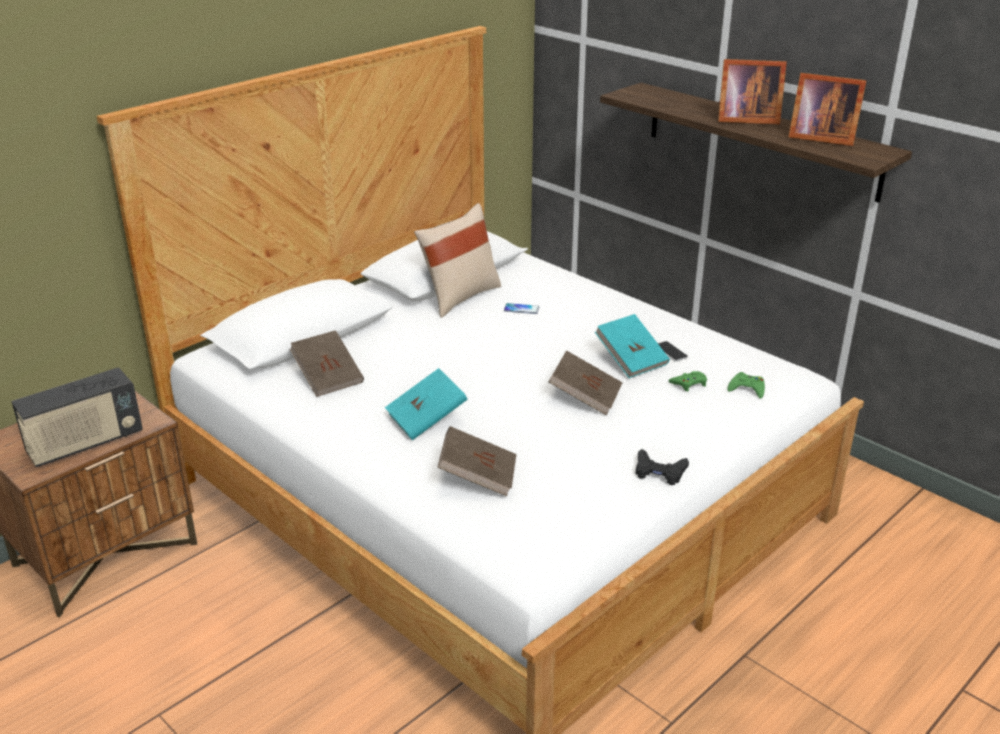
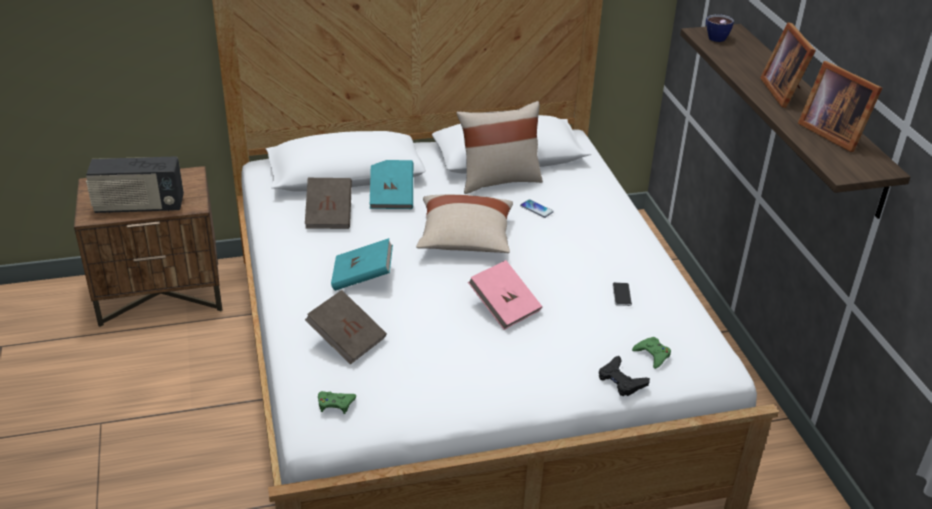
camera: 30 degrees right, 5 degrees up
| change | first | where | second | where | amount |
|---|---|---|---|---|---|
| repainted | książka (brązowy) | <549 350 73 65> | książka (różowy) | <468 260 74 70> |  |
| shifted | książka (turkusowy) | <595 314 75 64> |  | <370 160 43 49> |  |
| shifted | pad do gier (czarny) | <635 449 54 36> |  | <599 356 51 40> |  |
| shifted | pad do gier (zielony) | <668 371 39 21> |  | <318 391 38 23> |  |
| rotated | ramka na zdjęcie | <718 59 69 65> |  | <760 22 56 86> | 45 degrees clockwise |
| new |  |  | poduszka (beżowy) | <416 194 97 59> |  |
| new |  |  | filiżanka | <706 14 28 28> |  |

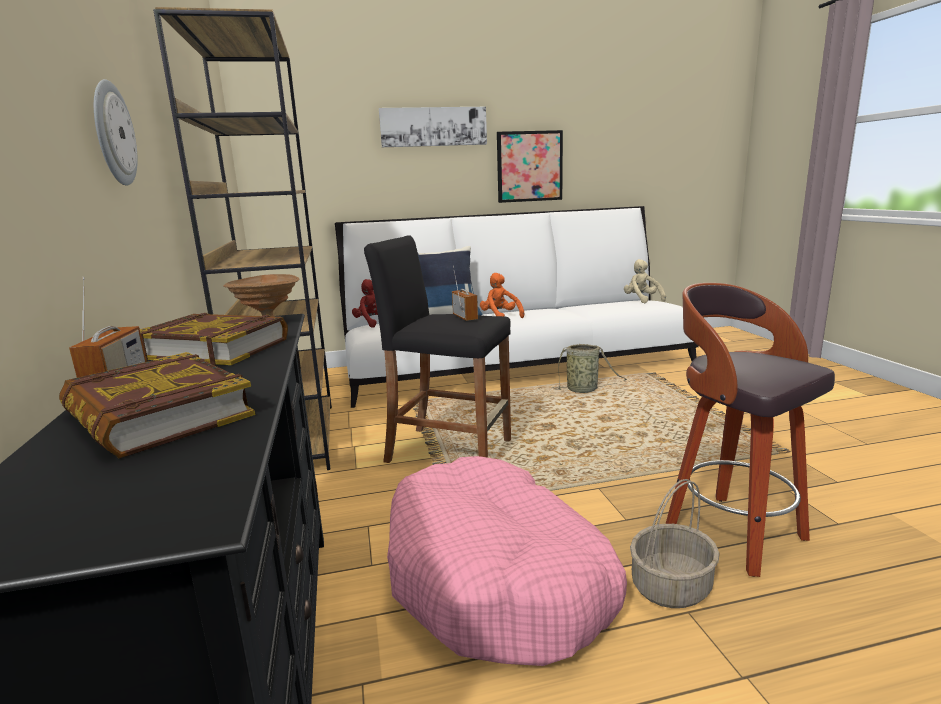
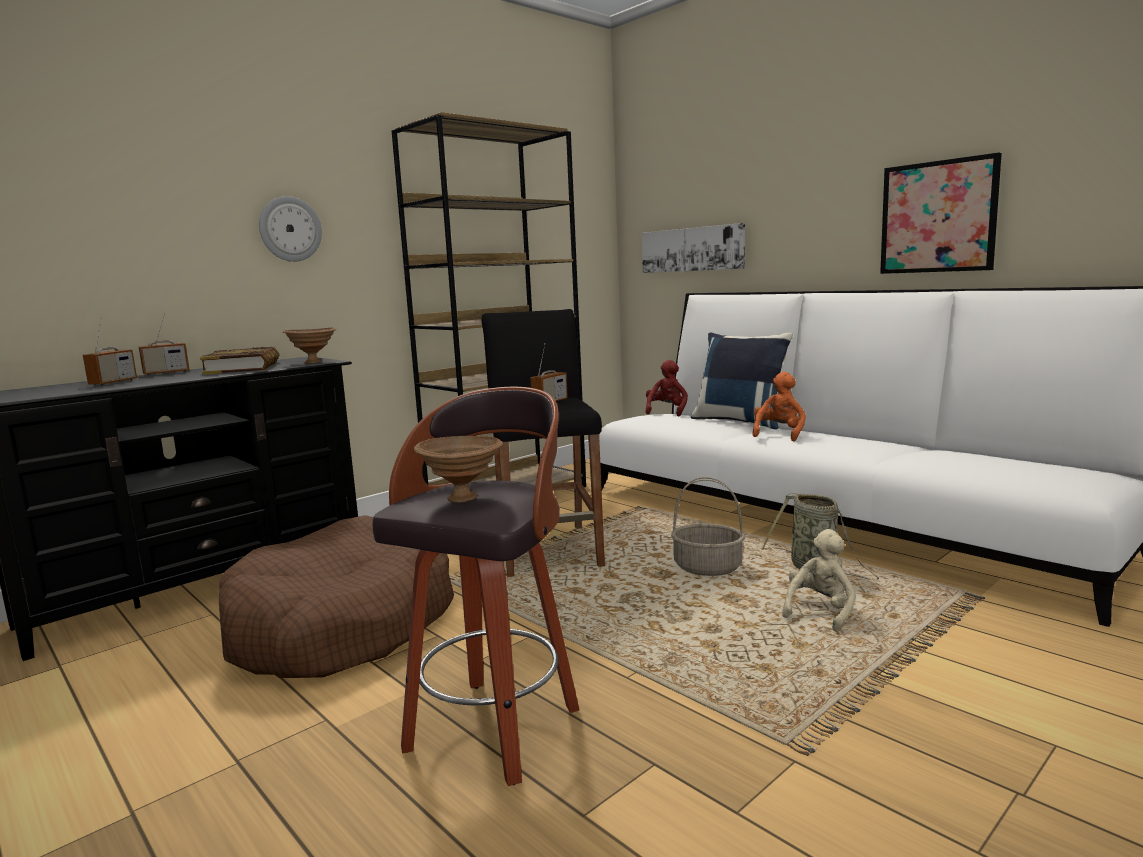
camera: 60 degrees right, 5 degrees down
| change | first | where | second | where | amount |
|---|---|---|---|---|---|
| swapped | książka | <59 352 196 106> | radio | <83 318 54 68> |  |
| shifted | obraz | <379 107 108 40> |  | <642 223 103 50> |  |
| repainted | legowisko (różowy) | <387 456 240 210> | legowisko (brązowy) | <219 515 235 163> |  |
| shifted | pluszak (beżowy) | <624 259 42 44> |  | <782 529 74 102> |  |
| shifted | koszyk | <630 479 90 129> |  | <671 477 74 99> |  |
| new |  |  | miska (brązowy) | <414 436 89 67> |  |

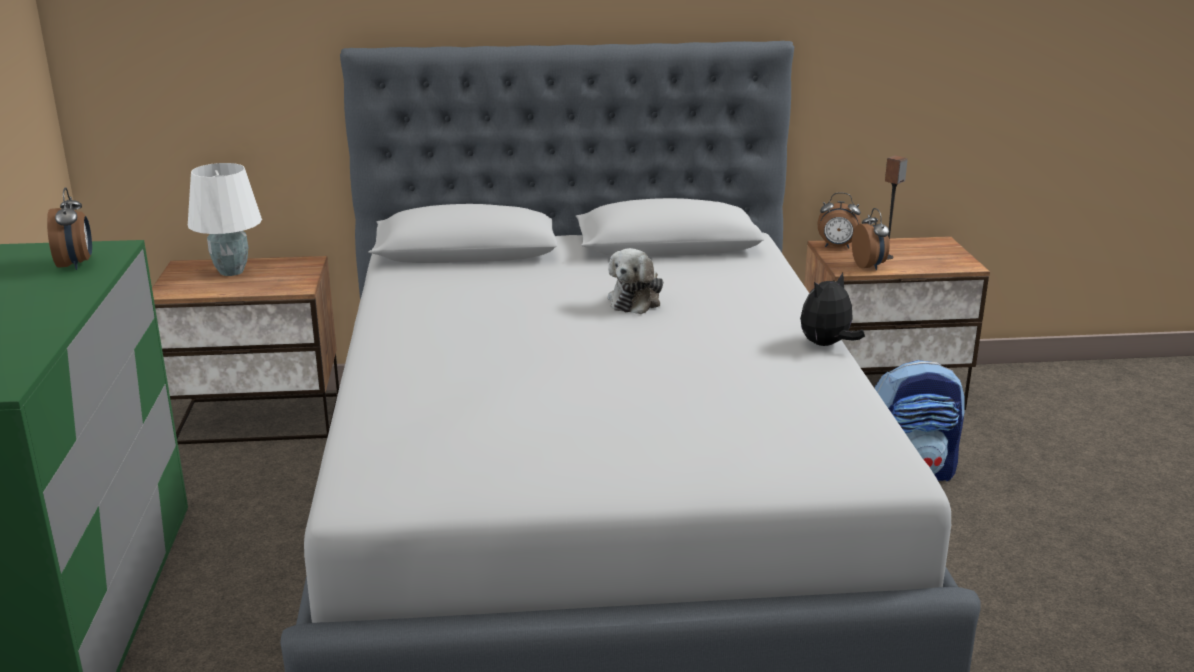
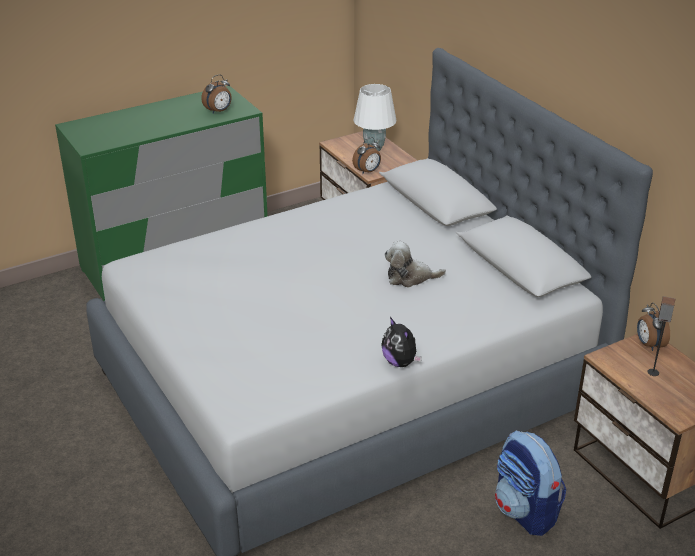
camera: 65 degrees right, 10 degrees up
| change | first | where | second | where | amount |
|---|---|---|---|---|---|
| rotated | pluszak | <800 272 65 74> |  | <381 317 41 50> | 150 degrees counterclockwise |
| shifted | budzik | <852 208 38 62> |  | <352 137 29 37> |  |

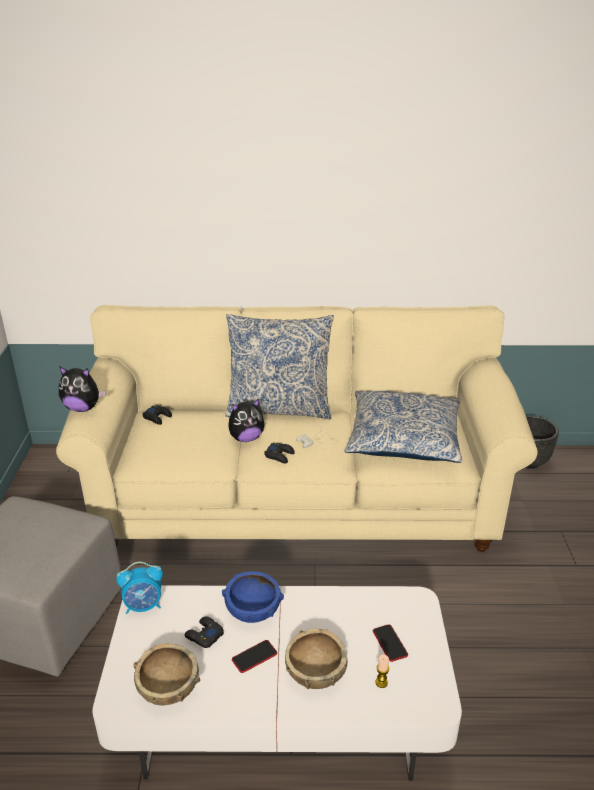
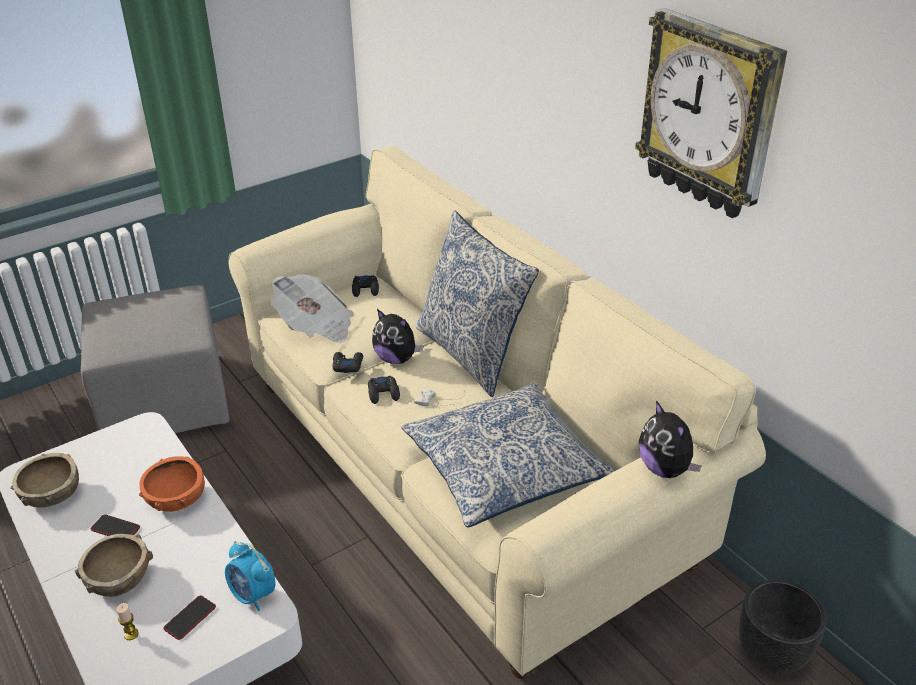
camera: 55 degrees right, 5 degrees up
| change | first | where | second | where | amount |
|---|---|---|---|---|---|
| shifted | pluszak | <59 366 47 46> |  | <639 400 63 78> |  |
| shifted | budzik | <116 562 47 52> |  | <225 541 51 70> |  |
| shifted | pad do gier (czarny) | <185 616 39 32> |  | <333 352 30 21> |  |
| repainted | miska (niebieski) | <222 571 62 52> | miska (pomarańczowy) | <139 457 66 55> |  |
| new |  |  | gazeta | <270 274 84 69> |  |
| new |  |  | zegar ścienny | <635 8 152 210> |  |

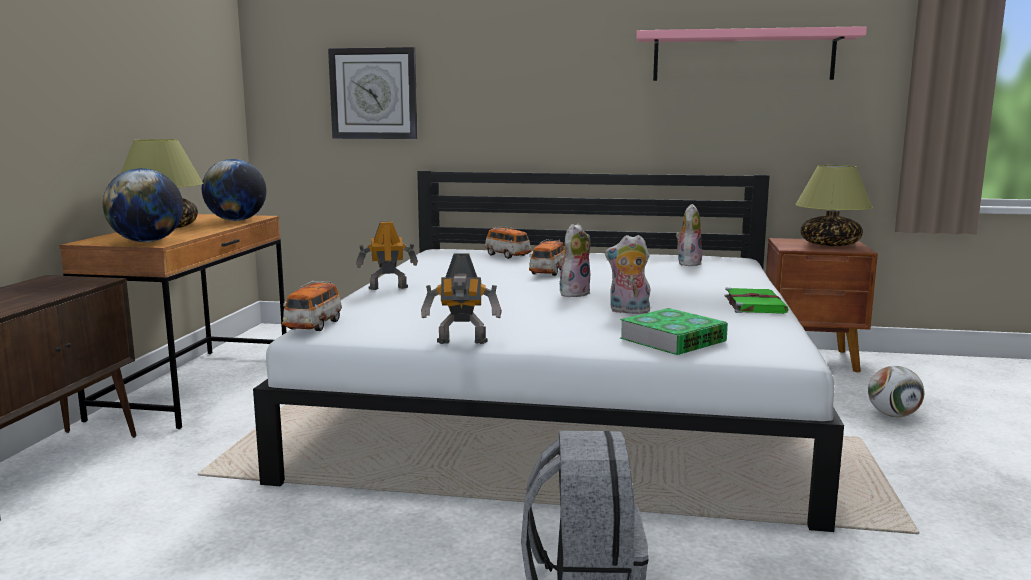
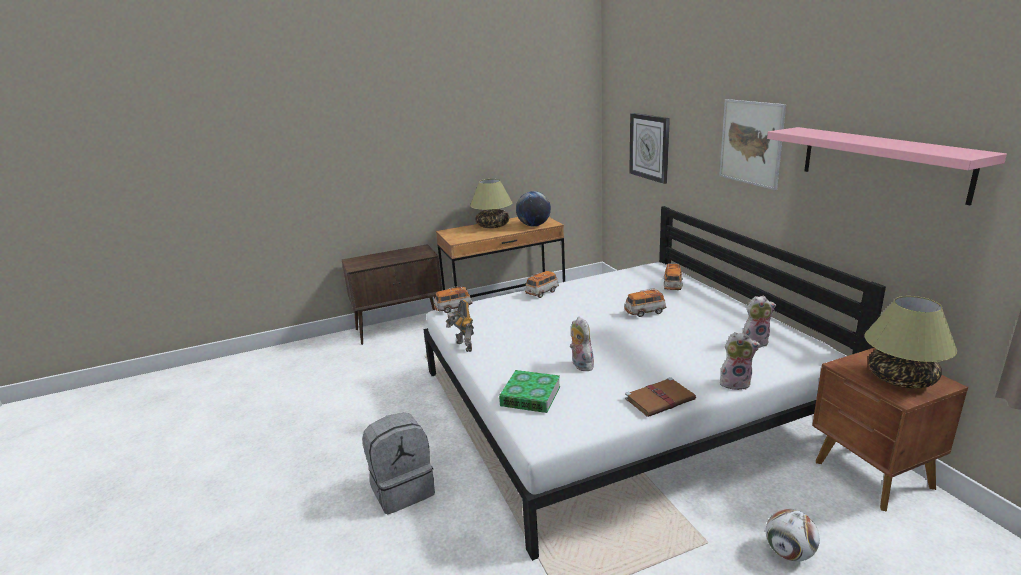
camera: 60 degrees right, 10 degrees up
| change | first | where | second | where | amount |
|---|---|---|---|---|---|
| gone | globus | <103 168 80 74> |  |  |  |
| swapped | robot zabawkowy | <356 221 62 69> | samochodzik | <525 271 34 27> |  |
| shifted | pluszak | <560 223 31 74> |  | <720 332 40 58> |  |
| repainted | książka (zielony) | <724 288 65 26> | książka (brązowy) | <625 377 71 40> |  |
| new |  |  | obraz | <719 99 67 91> |  |

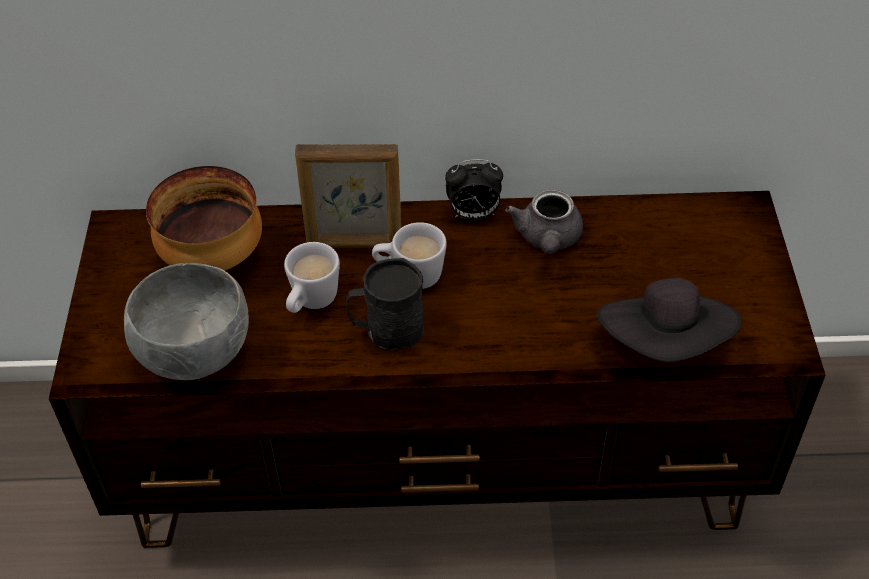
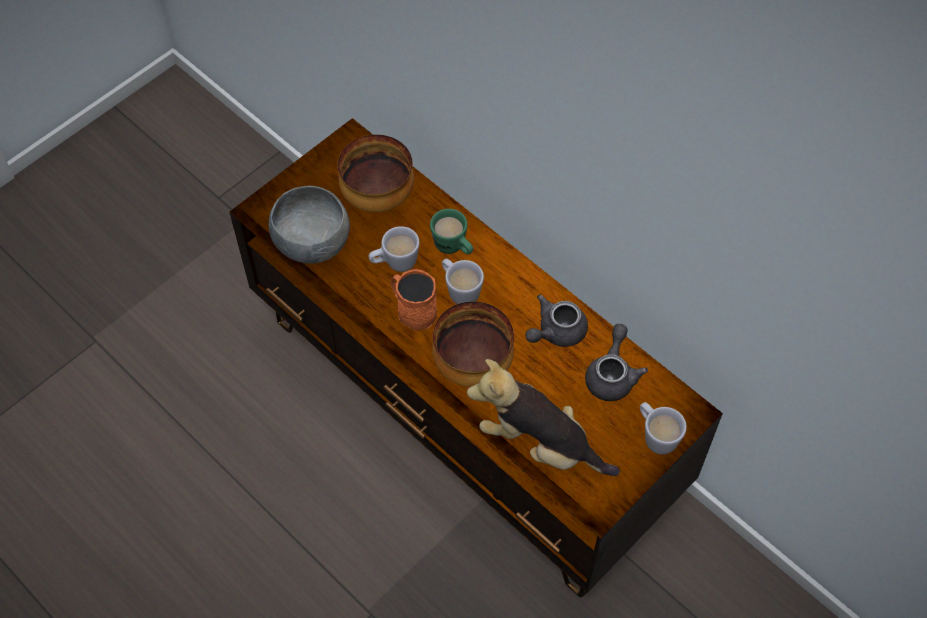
camera: 45 degrees right, 10 degrees up
| change | first | where | second | where | amount |
|---|---|---|---|---|---|
| swapped | ramka na zdjęcie | <295 144 106 104> | kubek (zielony) | <430 209 43 46> |  |
| repainted | kubek (czarny) | <346 258 78 92> | kubek (pomarańczowy) | <391 269 46 62> |  |
| gone | budzik | <445 159 58 61> |  |  |  |
| swapped | kapelusz (czarny) | <597 278 145 84> | pluszak | <467 359 153 117> |  |
| new |  |  | miska | <432 301 82 86> |  |
| new |  |  | imbryk (szary) | <585 324 63 77> |  |
| new |  |  | kubek (biały) | <640 402 47 53> |  |

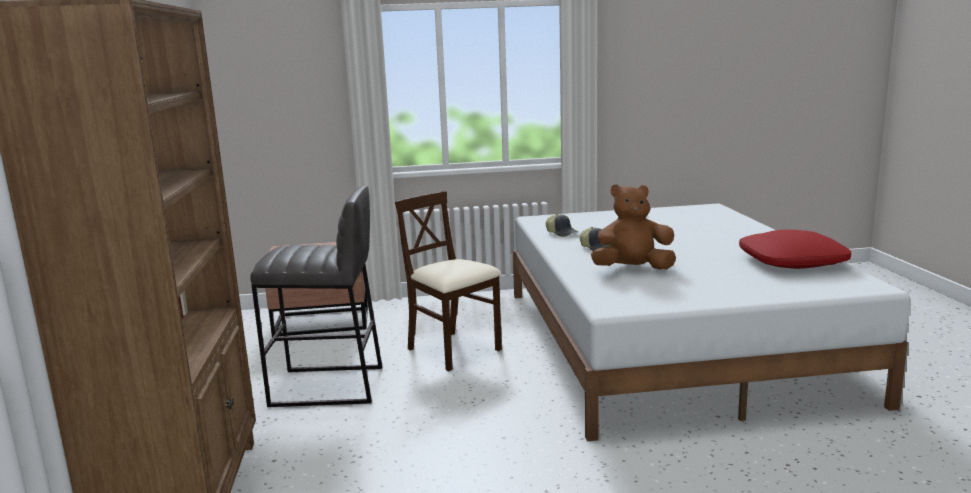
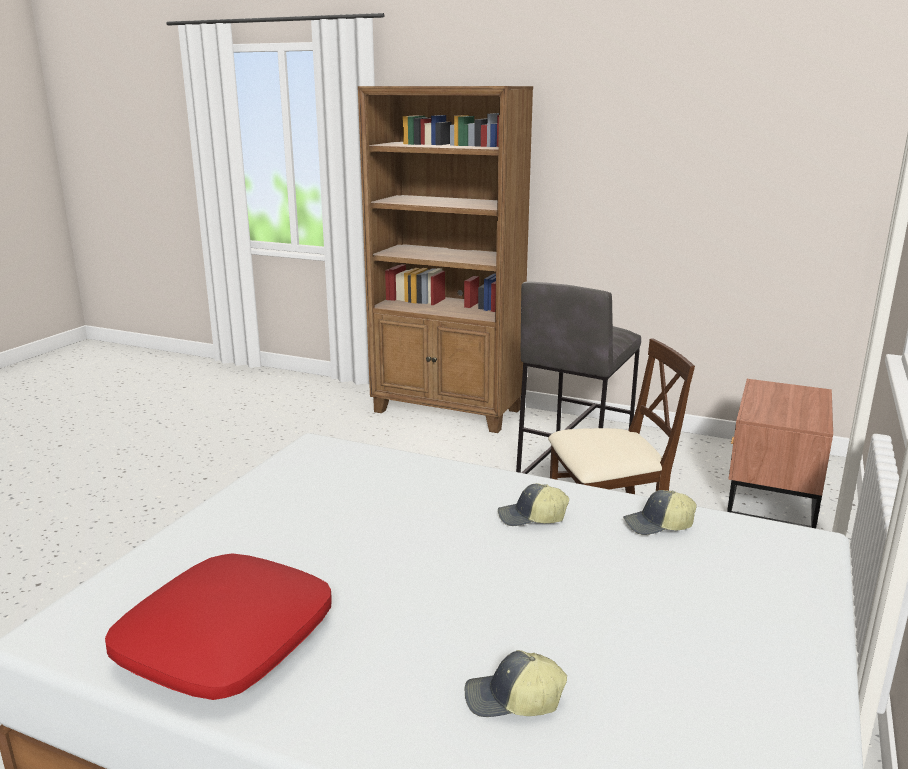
camera: 120 degrees right, 5 degrees up
| change | first | where | second | where | amount |
|---|---|---|---|---|---|
| gone | pluszak (brązowy) | <591 184 85 85> |  |  |  |
| new |  |  | czapka z daszkiem | <465 650 102 67> |  |

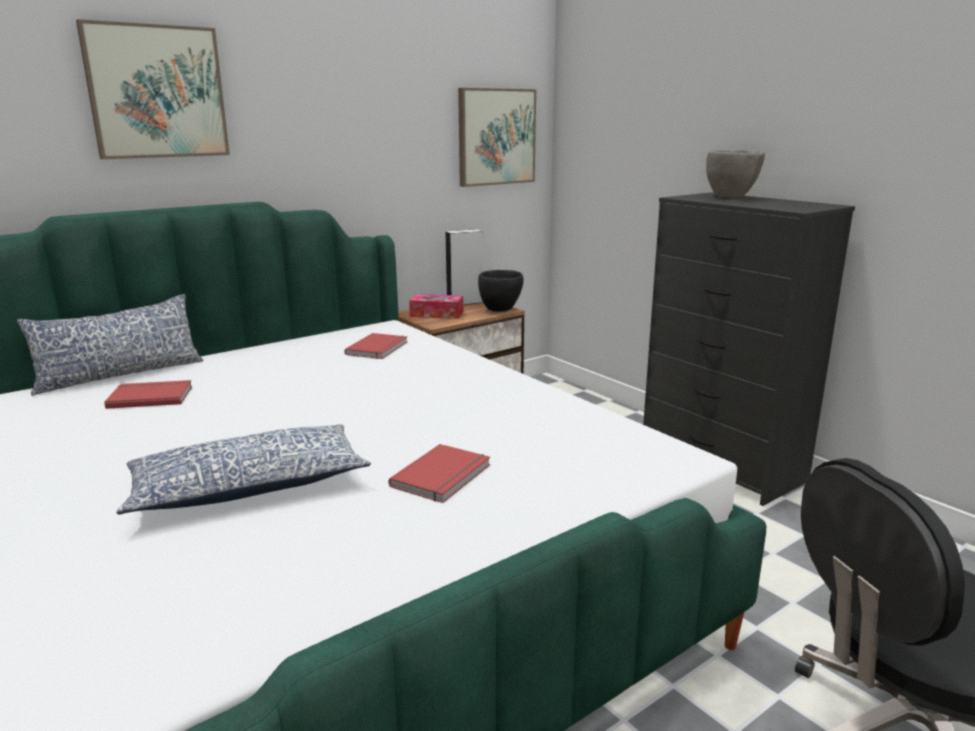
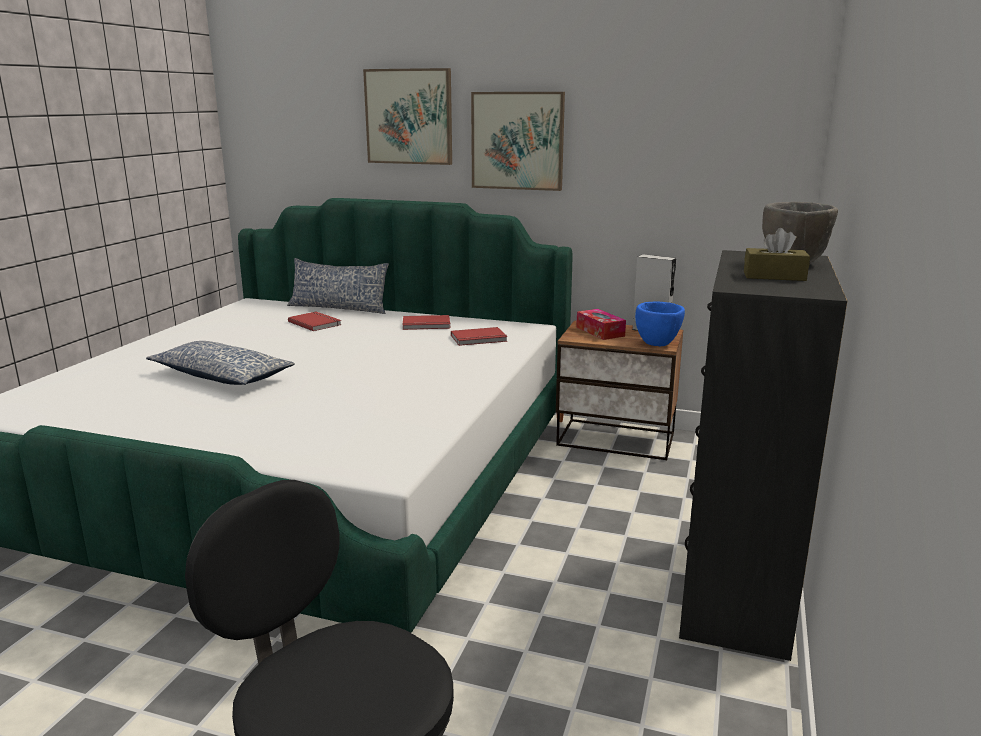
camera: 55 degrees right, 0 degrees up
| change | first | where | second | where | amount |
|---|---|---|---|---|---|
| shifted | książka (czerwony) | <389 444 101 59> |  | <402 315 48 15> |  |
| shifted | obraz | <458 88 78 99> |  | <471 92 94 99> |  |
| repainted | miska (czarny) | <478 270 46 42> | miska (niebieski) | <635 302 50 44> |  |
| new |  |  | pudełko chusteczek (brązowy) | <744 228 66 53> |  |

